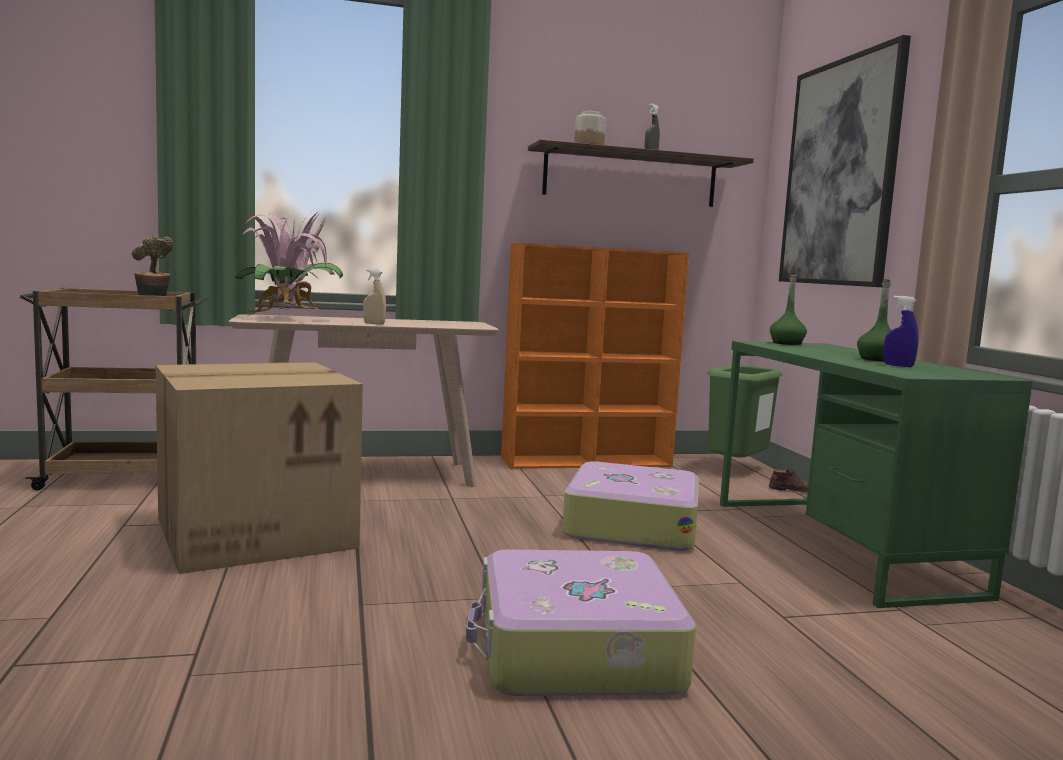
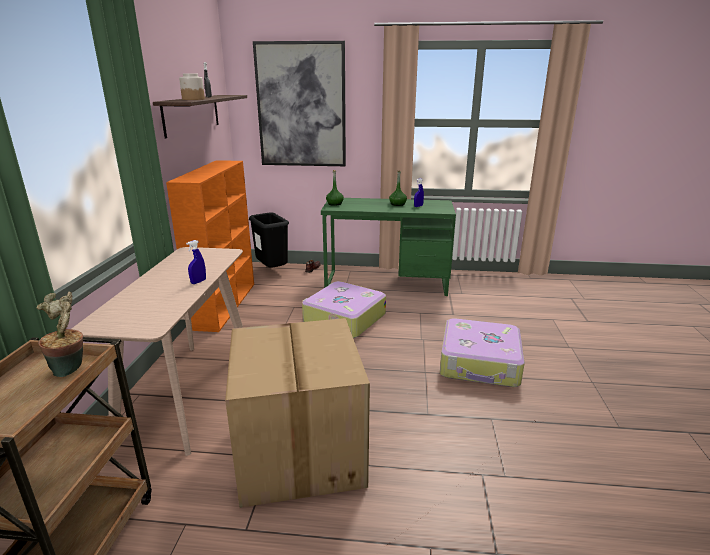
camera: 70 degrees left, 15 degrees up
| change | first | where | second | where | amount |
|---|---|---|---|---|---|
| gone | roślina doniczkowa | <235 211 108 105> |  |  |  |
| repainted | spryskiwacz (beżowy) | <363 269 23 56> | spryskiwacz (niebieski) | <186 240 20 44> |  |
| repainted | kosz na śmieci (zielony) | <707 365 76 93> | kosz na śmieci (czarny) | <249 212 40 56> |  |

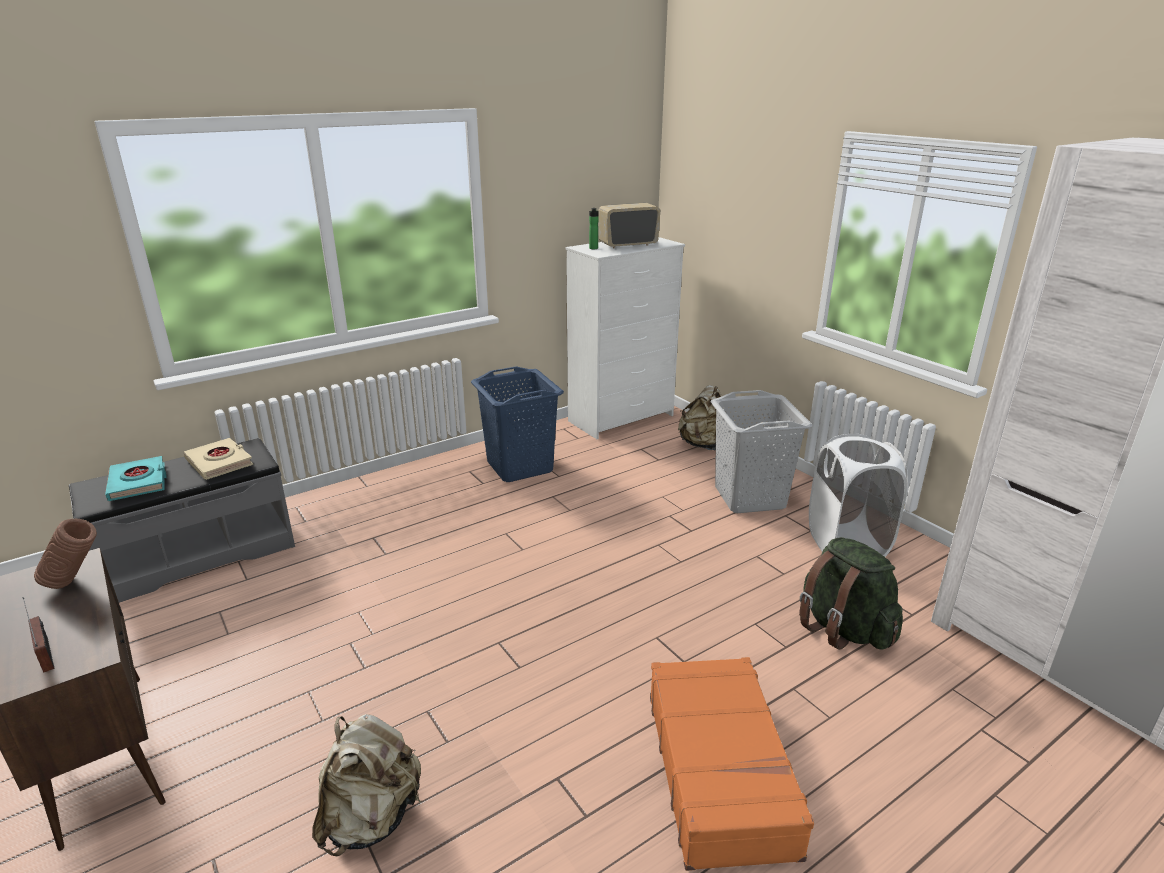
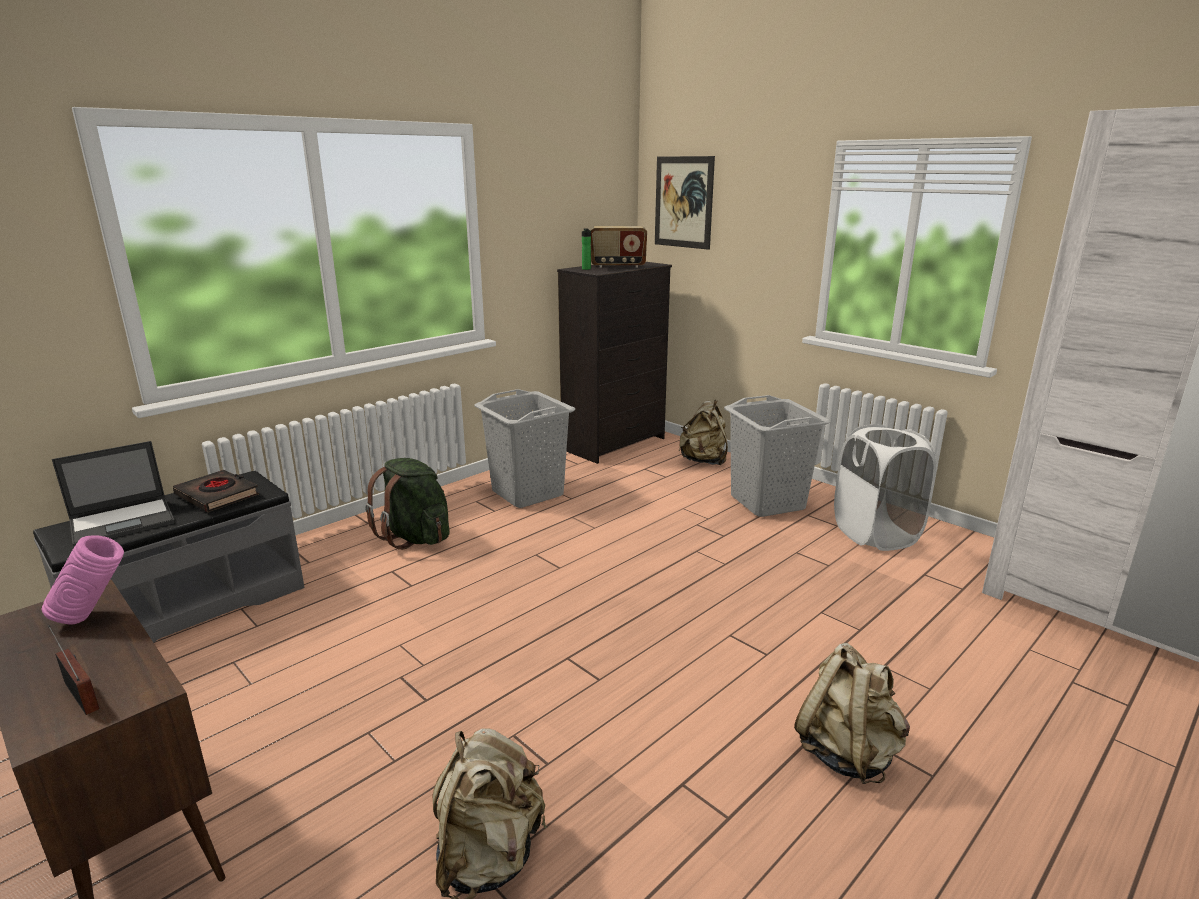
camera: 10 degrees left, 5 degrees down
| change | first | where | second | where | amount |
|---|---|---|---|---|---|
| repainted | wazon (brązowy) | <34 519 63 70> | wazon (różowy) | <42 535 82 90> |  |
| swapped | książka (turkusowy) | <105 456 61 45> | laptop | <52 441 123 105> |  |
| repainted | książka (beżowy) | <184 438 69 42> | książka (czarny) | <173 470 86 42> |  |
| repainted | kosz na pranie (niebieski) | <471 366 93 116> | kosz na pranie (szary) | <475 389 101 119> |  |
| repainted | komoda (biały) | <565 237 120 202> | komoda (czarny) | <557 262 115 202> |  |
| rotated | radio | <598 203 62 45> |  | <591 226 56 42> | 150 degrees counterclockwise |
| swapped | walizka (pomarańczowy) | <650 657 164 214> | plecak (beżowy) | <794 643 116 141> |  |
| shifted | plecak (zielony) | <799 537 104 113> |  | <365 458 85 92> |  |
| new |  |  | obraz | <655 156 60 94> |  |

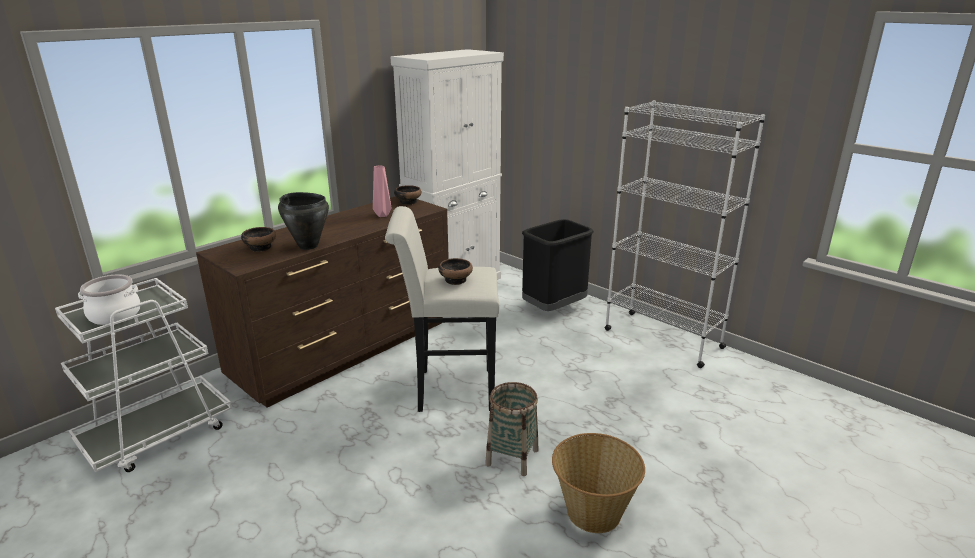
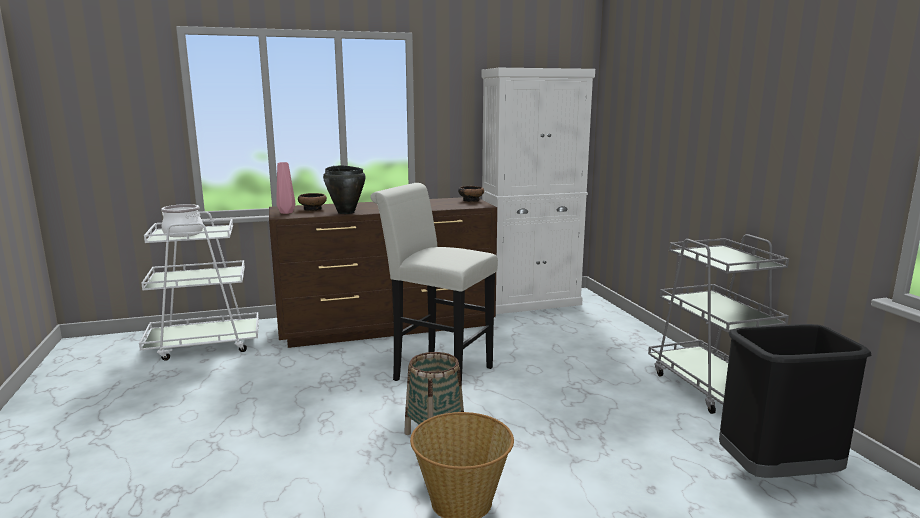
camera: 30 degrees right, 10 degrees down
| change | first | where | second | where | amount |
|---|---|---|---|---|---|
| shifted | wazon (różowy) | <373 165 19 52> |  | <276 162 20 52> |  |
| gone | miska | <438 258 35 27> |  |  |  |
| shifted | kosz na śmieci (czarny) | <522 219 72 92> |  | <719 324 153 154> |  |
| swapped | regał (biały) | <605 100 160 268> | wózek (szary) | <648 234 141 180> |  |

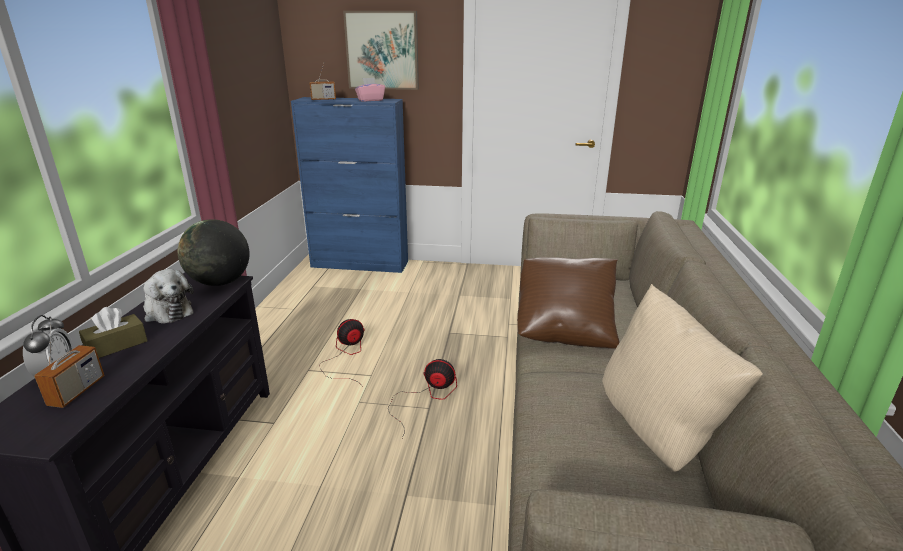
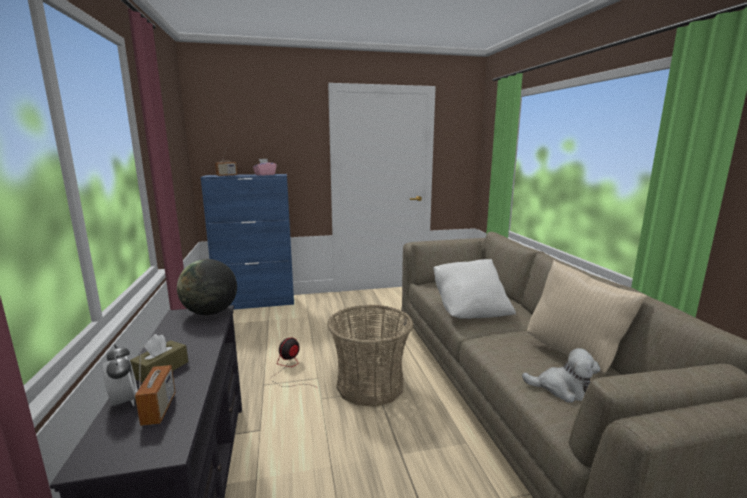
camera: 20 degrees left, 10 degrees down
| change | first | where | second | where | amount |
|---|---|---|---|---|---|
| shifted | pluszak | <143 269 51 55> |  | <522 348 78 55> |  |
| gone | obraz | <343 11 76 79> |  |  |  |
| swapped | wentylator | <388 359 69 79> | koszyk | <327 304 86 103> |  |
| repainted | poduszka (brązowy) | <517 257 103 92> | poduszka (biały) | <433 259 83 60> |  |

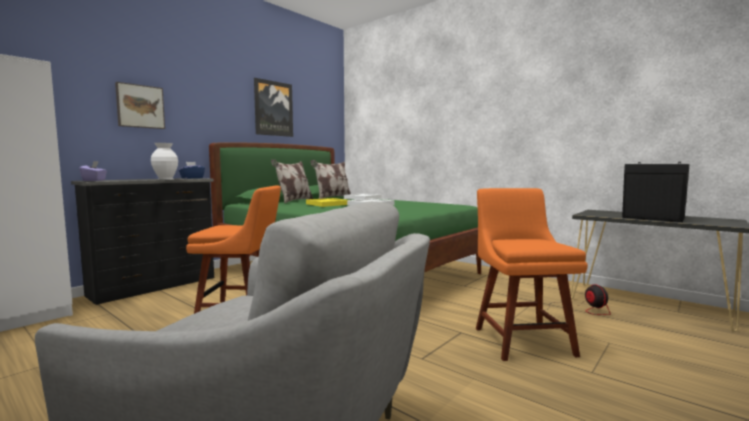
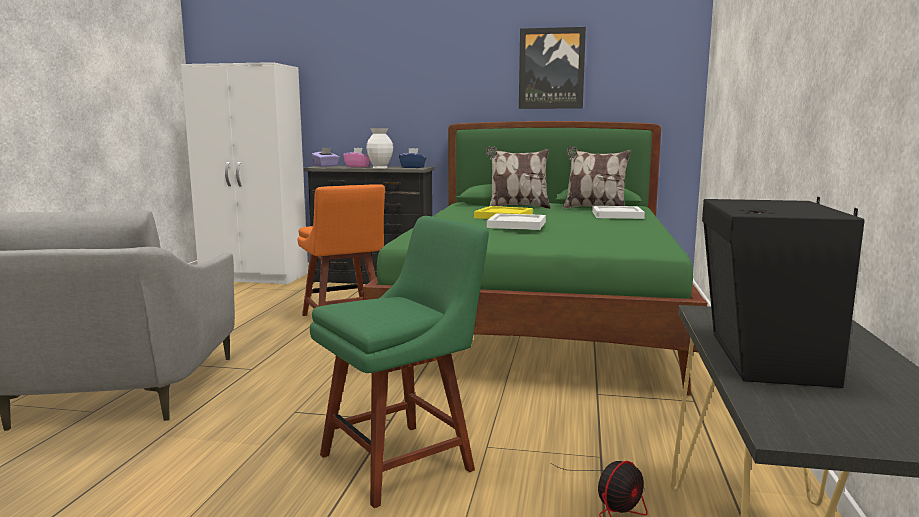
camera: 60 degrees right, 5 degrees up
| change | first | where | second | where | amount |
|---|---|---|---|---|---|
| gone | obraz | <115 82 50 47> |  |  |  |
| repainted | krzesło (pomarańczowy) | <476 188 112 173> | krzesło (zielony) | <310 216 179 292> |  |
| new |  |  | pudełko chusteczek (różowy) | <343 148 27 19> |  |

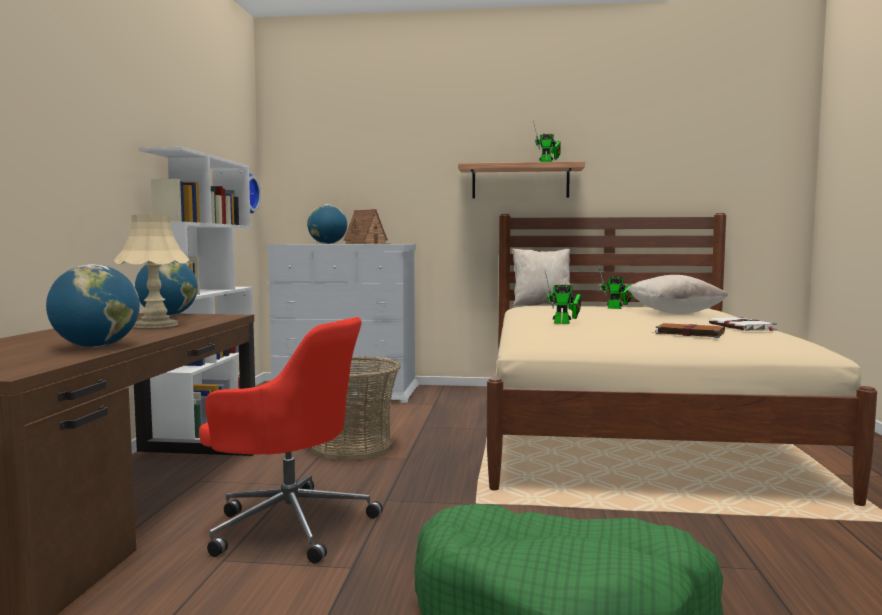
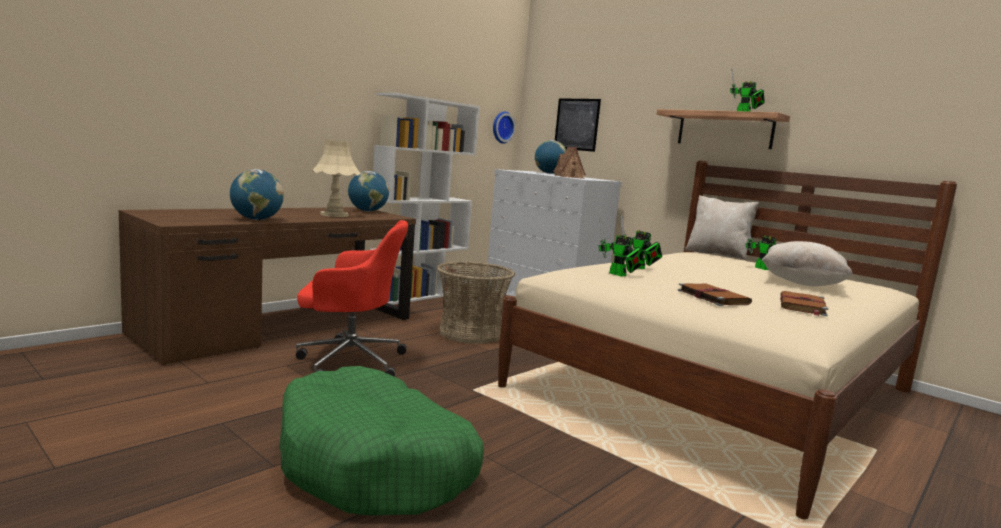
camera: 35 degrees right, 5 degrees up
| change | first | where | second | where | amount |
|---|---|---|---|---|---|
| rotated | krzesło biurowe (czerwony) | <199 317 184 247> |  | <296 220 112 157> | 60 degrees counterclockwise |
| repainted | książka (biały) | <709 317 68 14> | książka (brązowy) | <780 291 48 25> |  |
| new |  |  | obraz | <555 98 46 54> |  |
| new |  |  | robot zabawkowy | <599 218 45 59> |  |

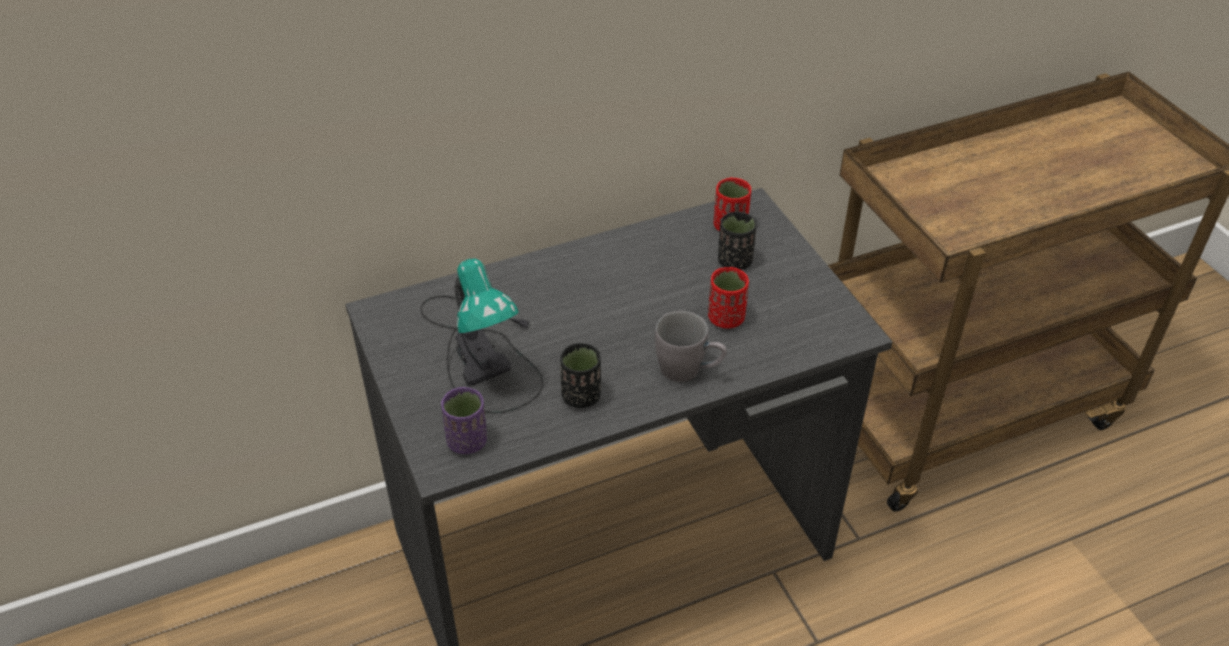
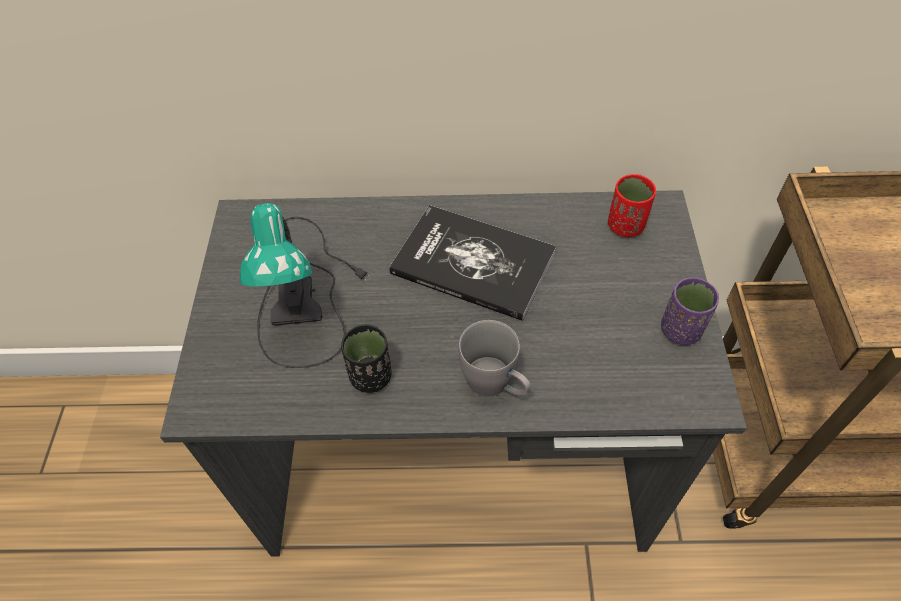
camera: 25 degrees right, 10 degrees up
| change | first | where | second | where | amount |
|---|---|---|---|---|---|
| shifted | filiżanka (fioletowy) | <441 387 46 67> |  | <661 277 58 68> |  |
| gone | filiżanka (czerwony) | <708 267 41 62> |  |  |  |
| gone | filiżanka (czarny) | <718 212 39 58> |  |  |  |
| new |  |  | książka | <389 205 167 116> |  |

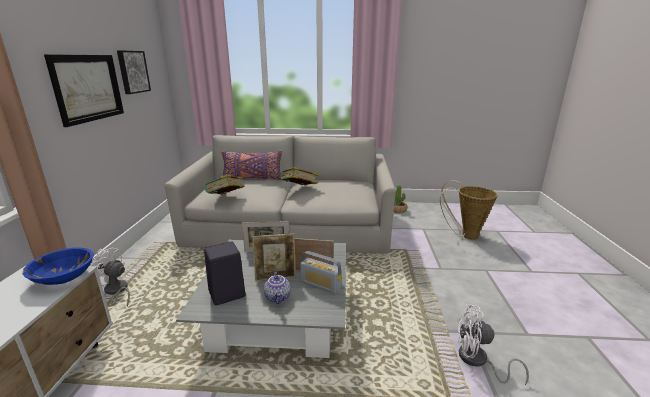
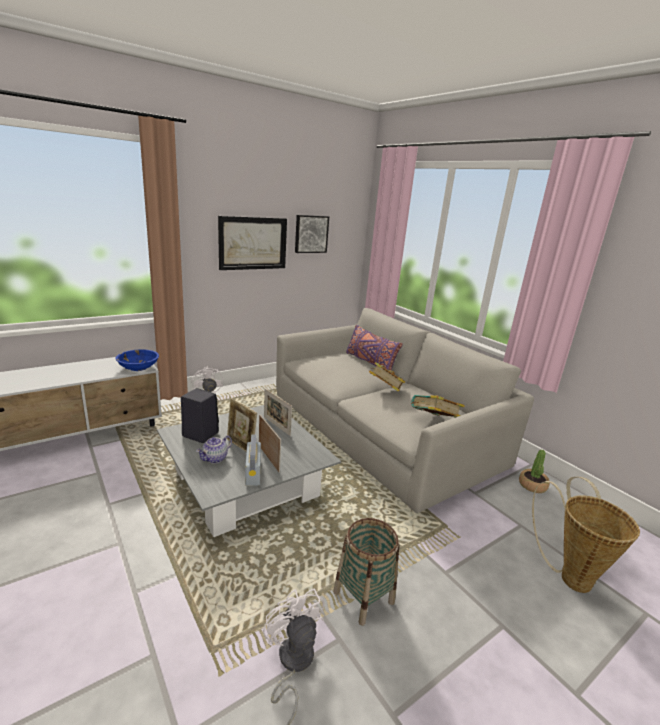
camera: 50 degrees right, 0 degrees up
| change | first | where | second | where | amount |
|---|---|---|---|---|---|
| shifted | książka | <204 174 41 20> |  | <411 395 54 22> |  |
| new |  |  | koszyk | <333 518 66 108> |  |

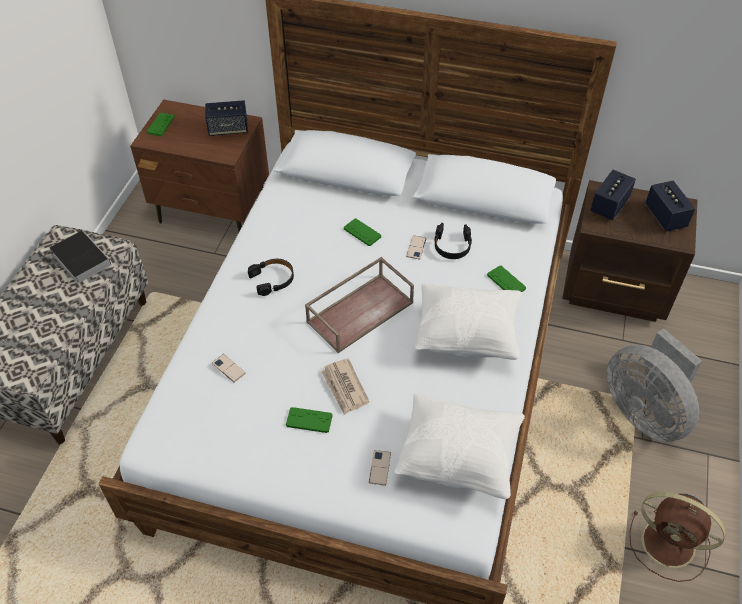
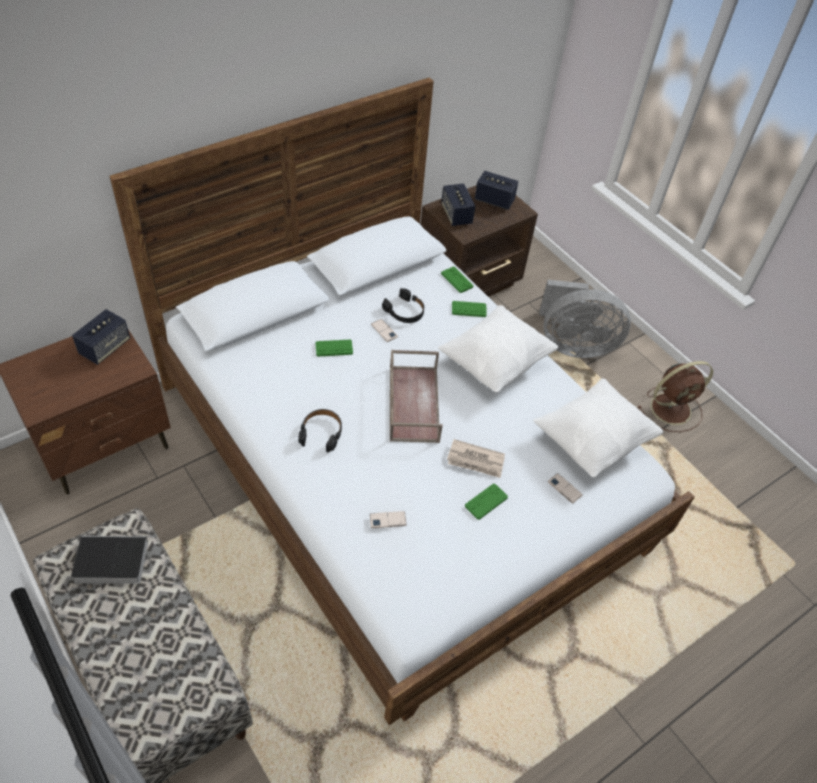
camera: 55 degrees left, 0 degrees up
| change | first | where | second | where | amount |
|---|---|---|---|---|---|
| shifted | pad do gier (zielony) | <147 113 28 23> |  | <441 267 32 26> |  |

